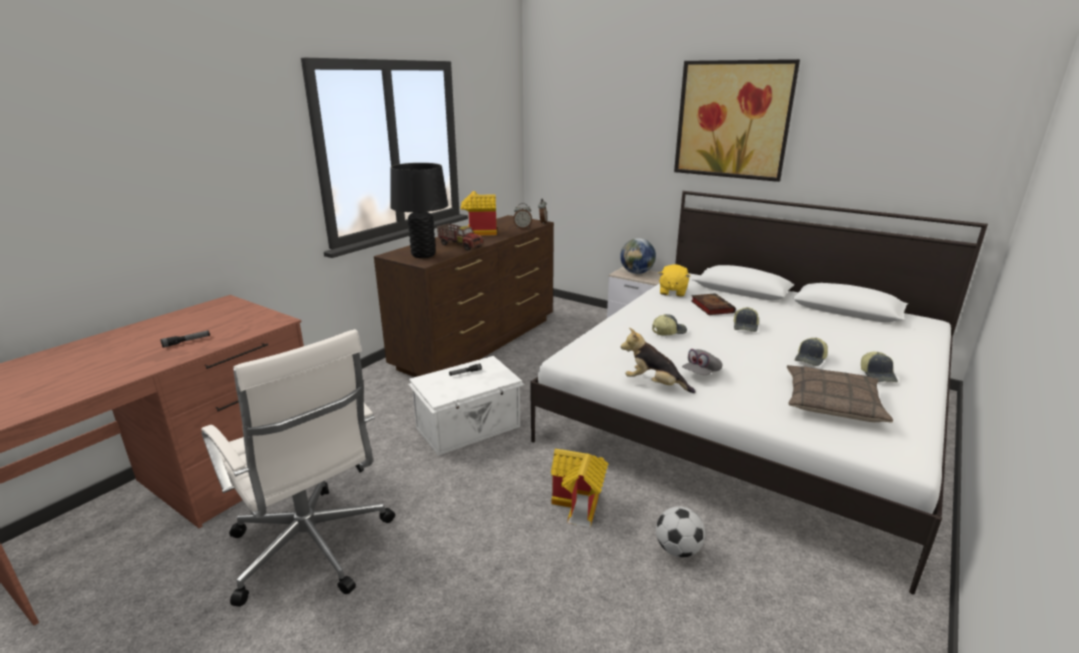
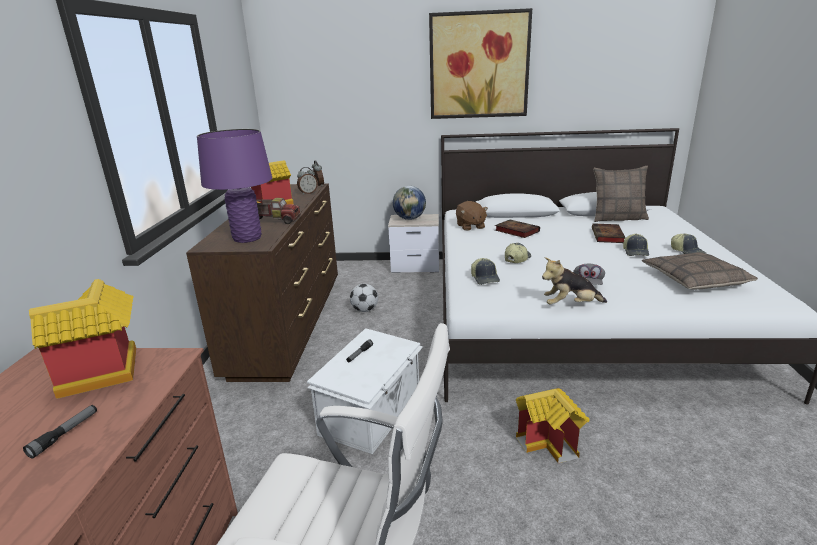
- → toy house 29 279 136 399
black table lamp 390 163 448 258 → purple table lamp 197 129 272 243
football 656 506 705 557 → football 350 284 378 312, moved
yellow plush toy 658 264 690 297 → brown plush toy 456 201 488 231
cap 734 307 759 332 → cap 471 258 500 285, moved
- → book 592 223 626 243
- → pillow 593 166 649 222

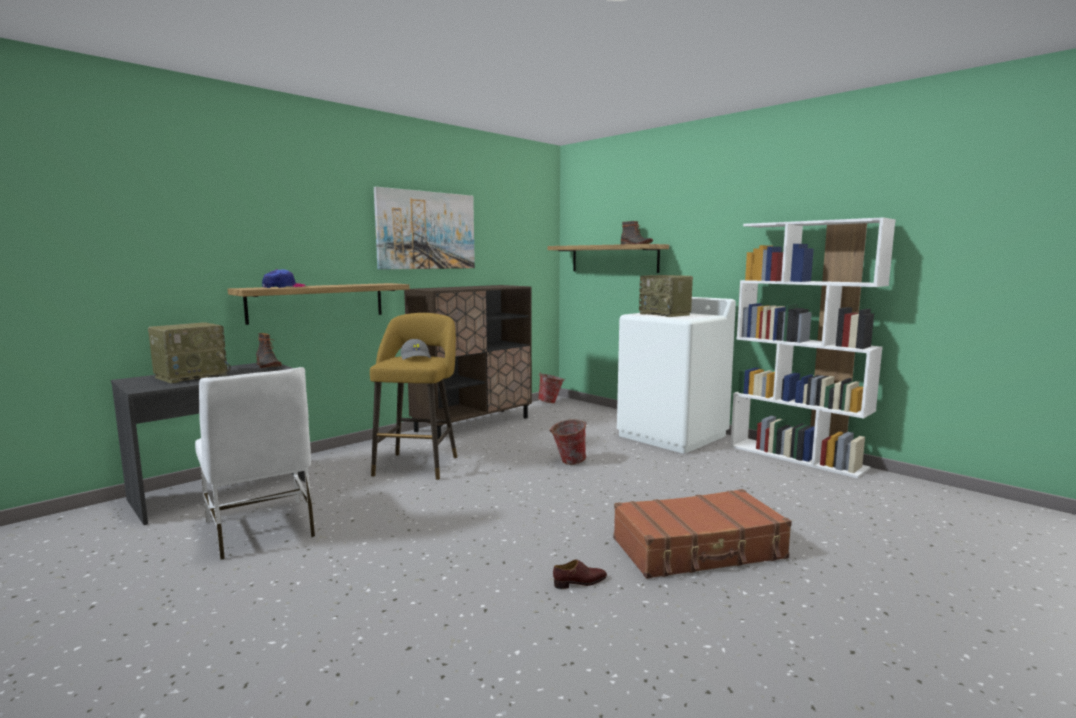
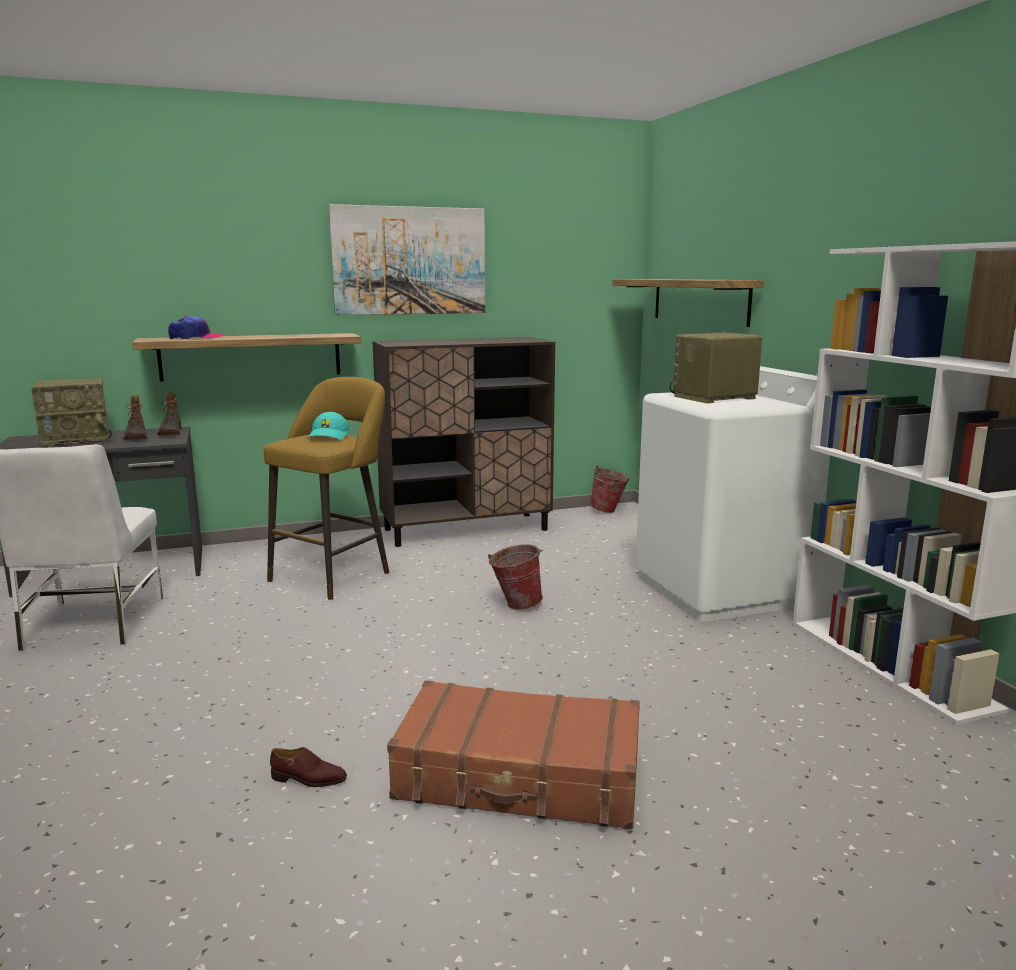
boot 621 221 653 244 → boot 123 396 147 440, moved
grey cap 401 339 431 360 → turquoise cap 307 412 349 440
radio 639 275 693 317 → radio 669 333 763 403, 75 degrees clockwise

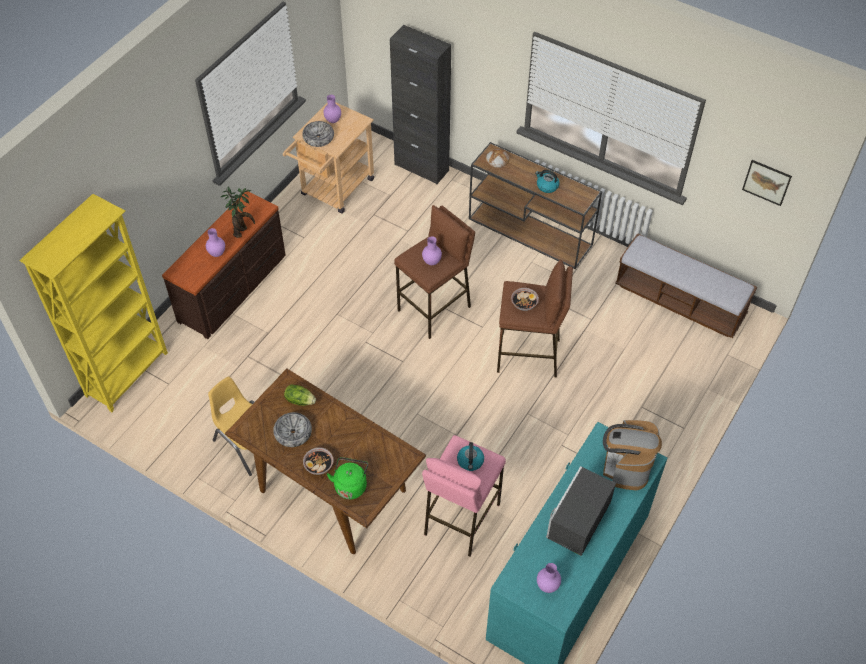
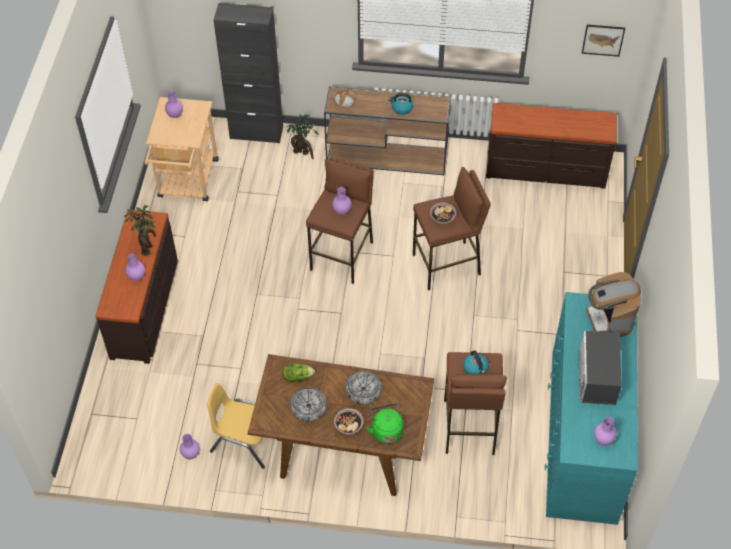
- → purple vase 180 434 200 459
- → potted plant 287 114 319 159
bowl 302 121 334 147 → bowl 345 371 382 404, moved
pink stool 422 435 506 557 → brown stool 444 352 507 455
bench 615 233 757 338 → brown dresser 486 103 617 189
yellow bookcase 19 194 168 412 → -

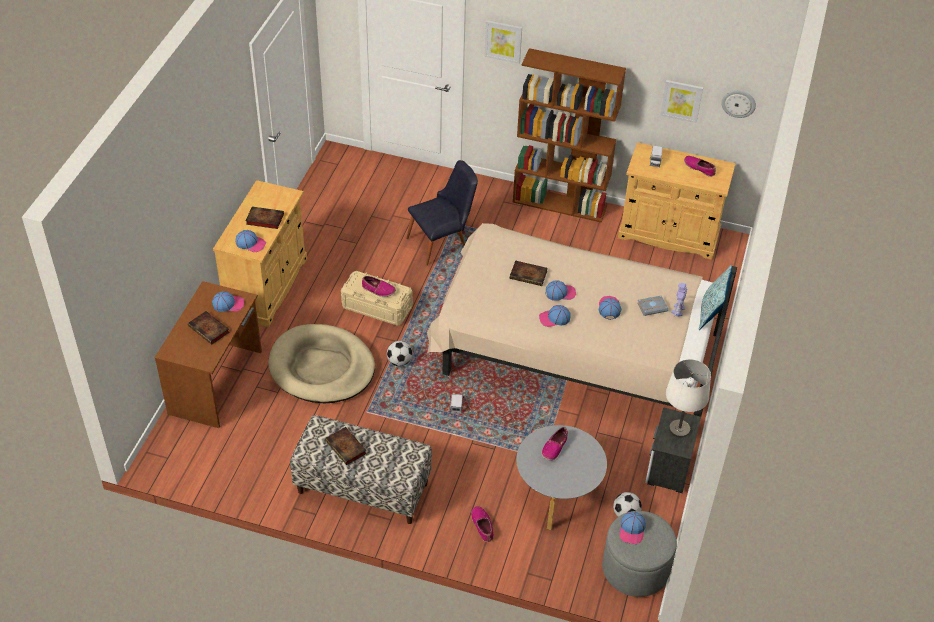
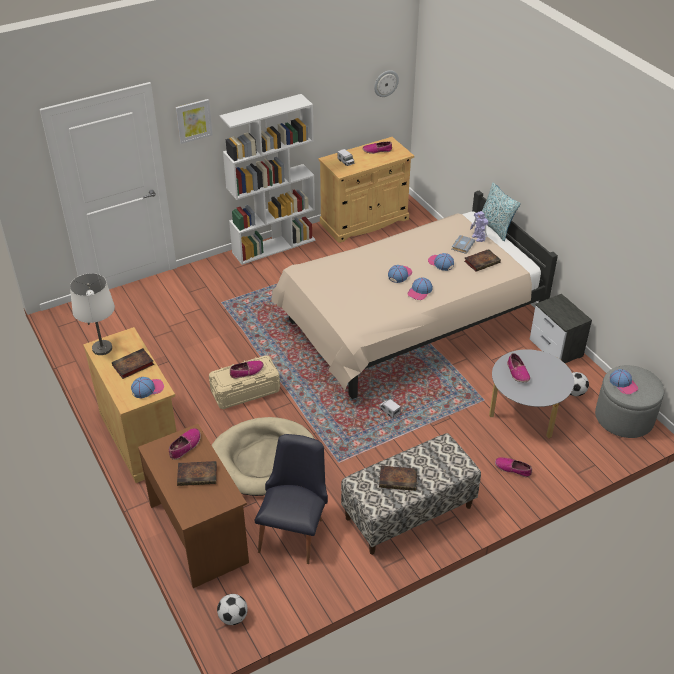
white table lamp 666 359 711 438 → white table lamp 70 273 115 355, moved
cap 212 291 244 312 → shoe 169 428 201 460
football 387 341 412 366 → football 217 594 248 625, moved
brown bookcase 513 48 626 222 → white bookcase 220 94 316 265
black chair 406 160 478 266 → black chair 254 434 328 564, moved
book 510 261 548 286 → book 464 249 501 272, moved
picture 660 80 703 123 → -

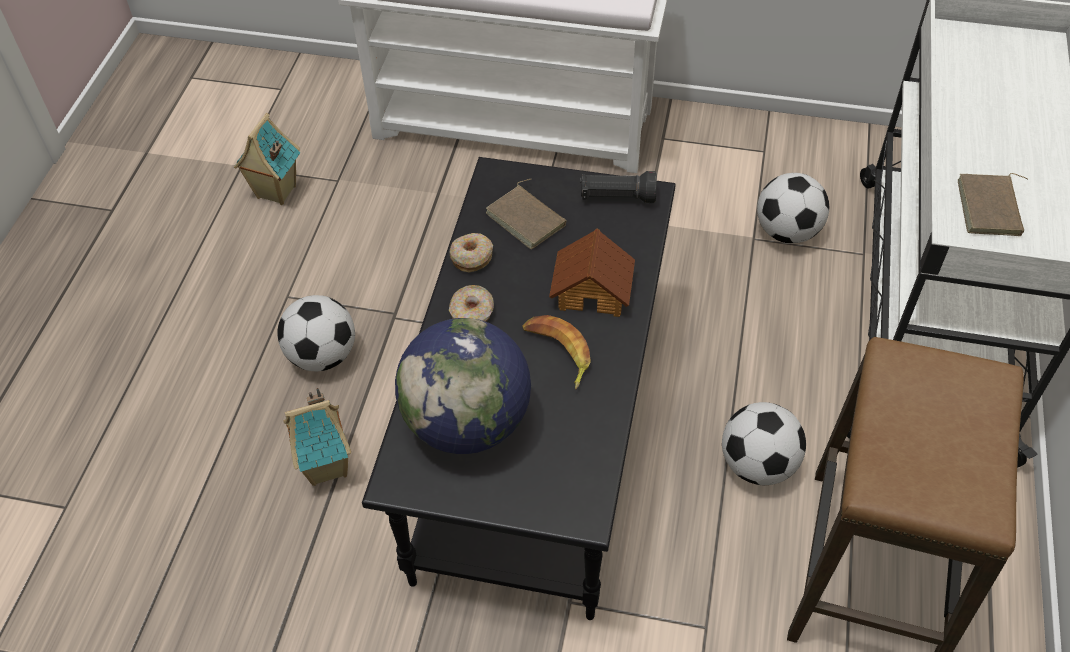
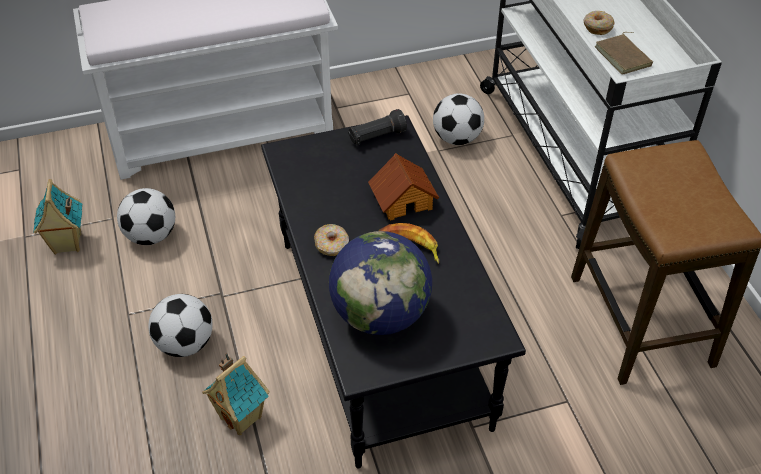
football 722 402 806 485 → football 117 188 175 245, moved
donut 450 233 493 273 → donut 583 11 615 35, moved
brown book 486 179 567 250 → -

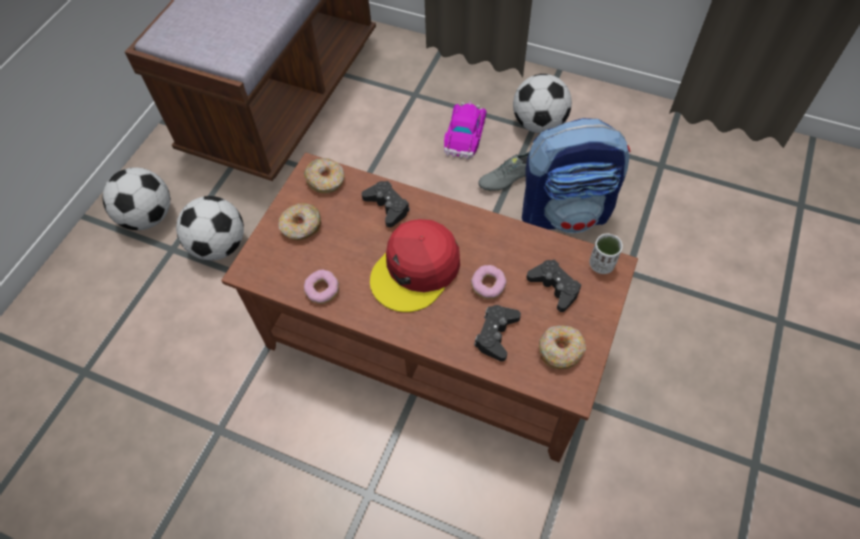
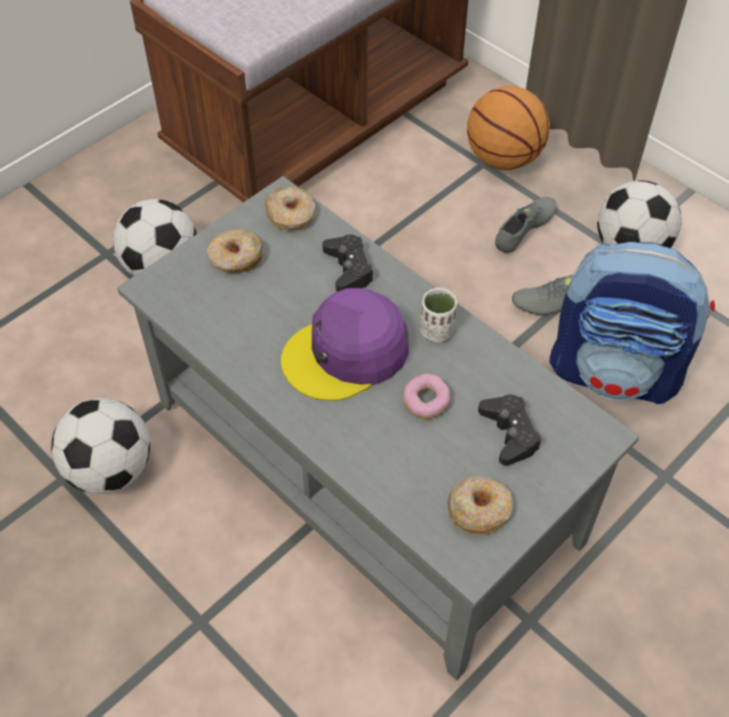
football 102 167 170 230 → football 51 398 150 494, moved
brown coffee table 221 153 638 462 → grey coffee table 117 176 639 680
red cap 370 219 460 312 → purple cap 281 288 409 401
white cup 589 233 623 274 → white cup 420 288 457 342, moved
- → basketball 467 86 550 170
toy car 444 100 487 160 → grey shoe 495 197 557 253
donut 304 270 339 304 → -
black game controller 474 305 521 361 → -

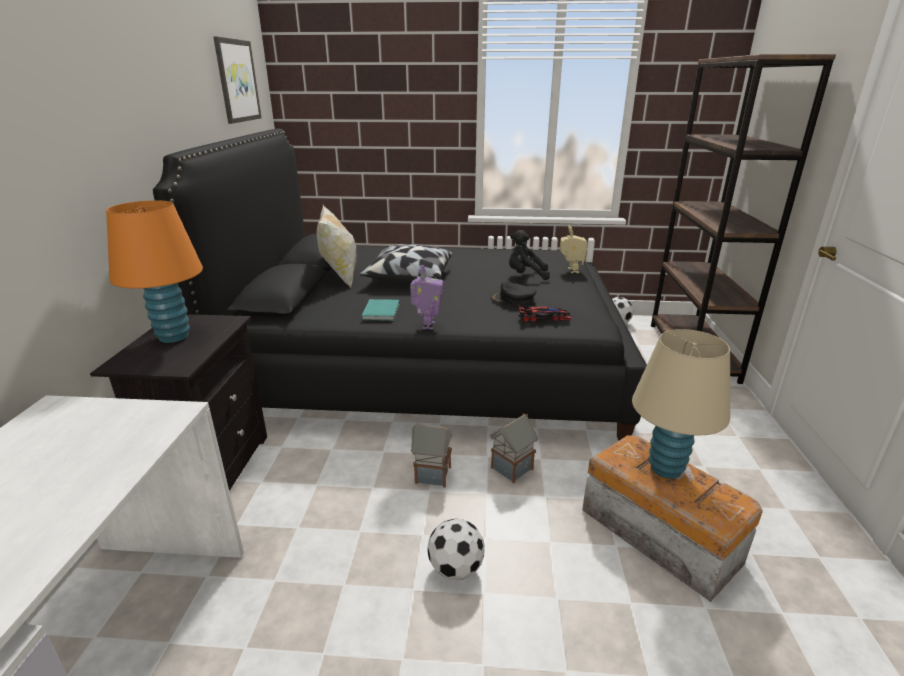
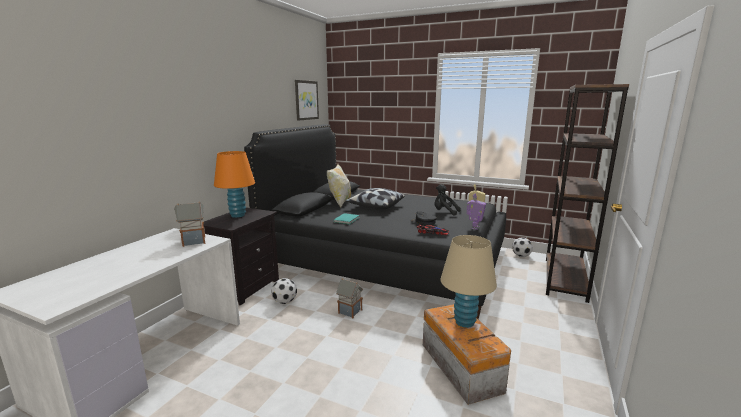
toy house 490 414 538 483 → toy house 174 202 205 247, moved
football 427 518 485 580 → football 271 278 297 304, moved
toy robot 410 265 443 330 → toy robot 467 193 486 230, moved

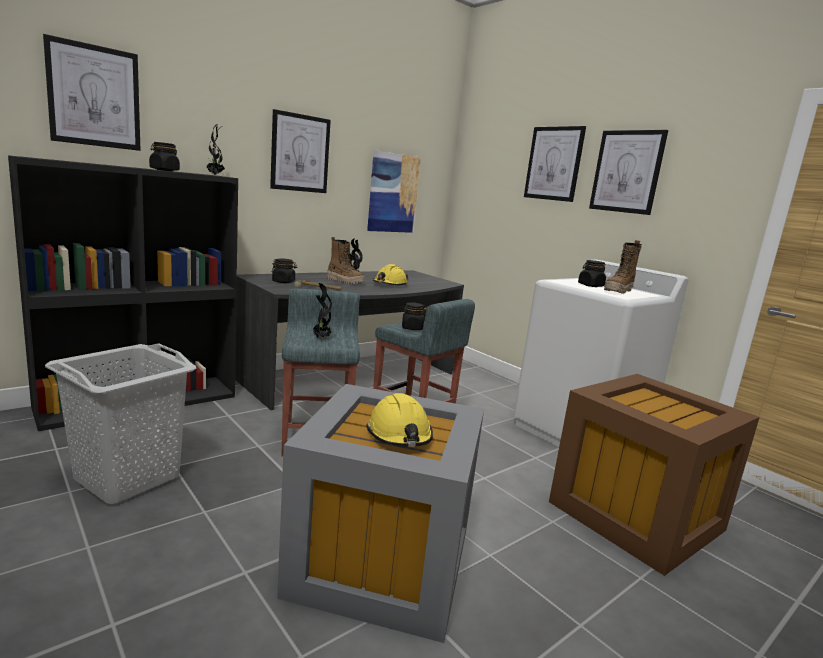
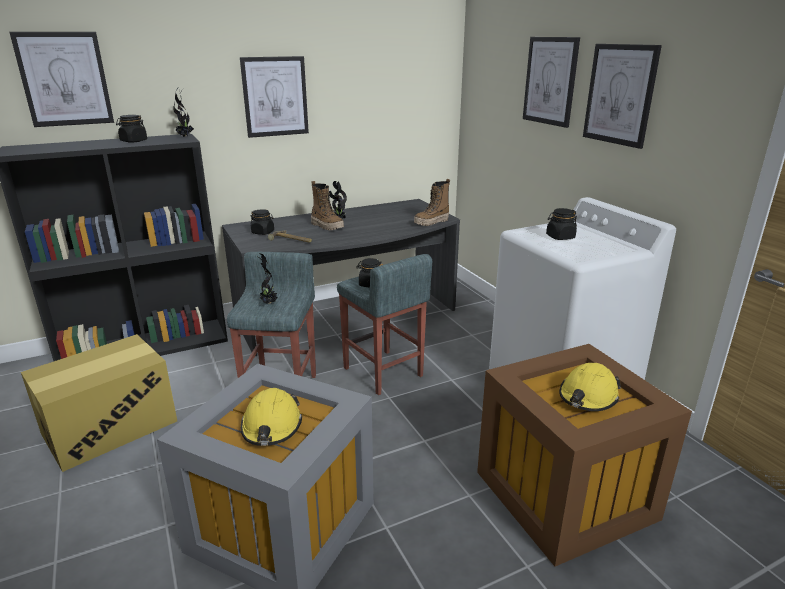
grey laundry basket 45 343 196 504 → cardboard box 21 334 177 472
boot 604 240 642 294 → boot 414 179 450 226, moved
yellow hard hat 373 264 408 286 → yellow hard hat 559 363 621 411, moved
picture 367 150 421 233 → -

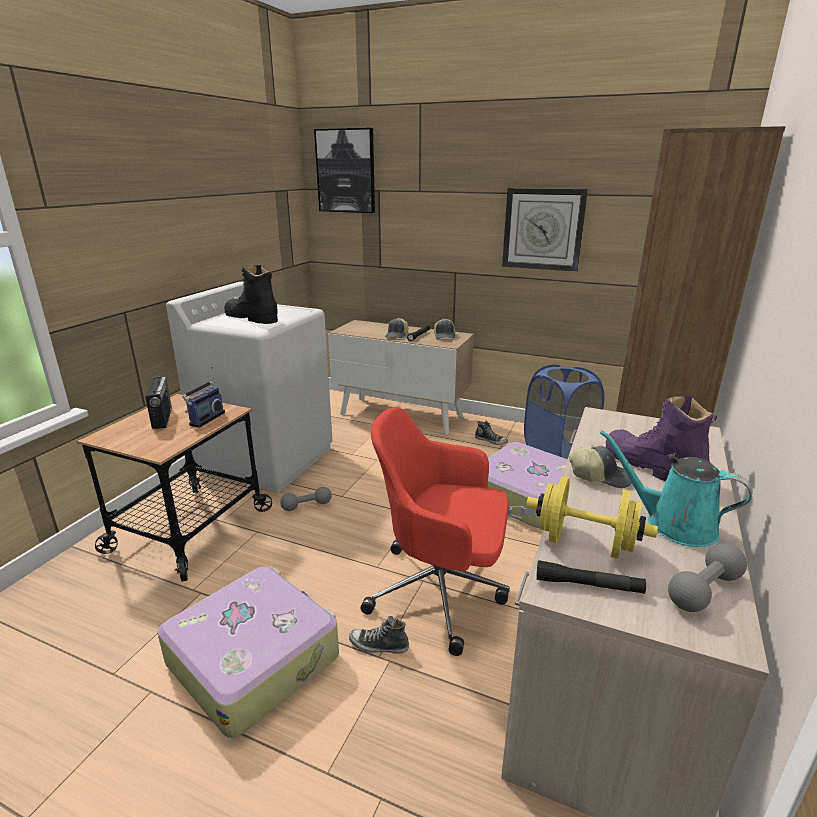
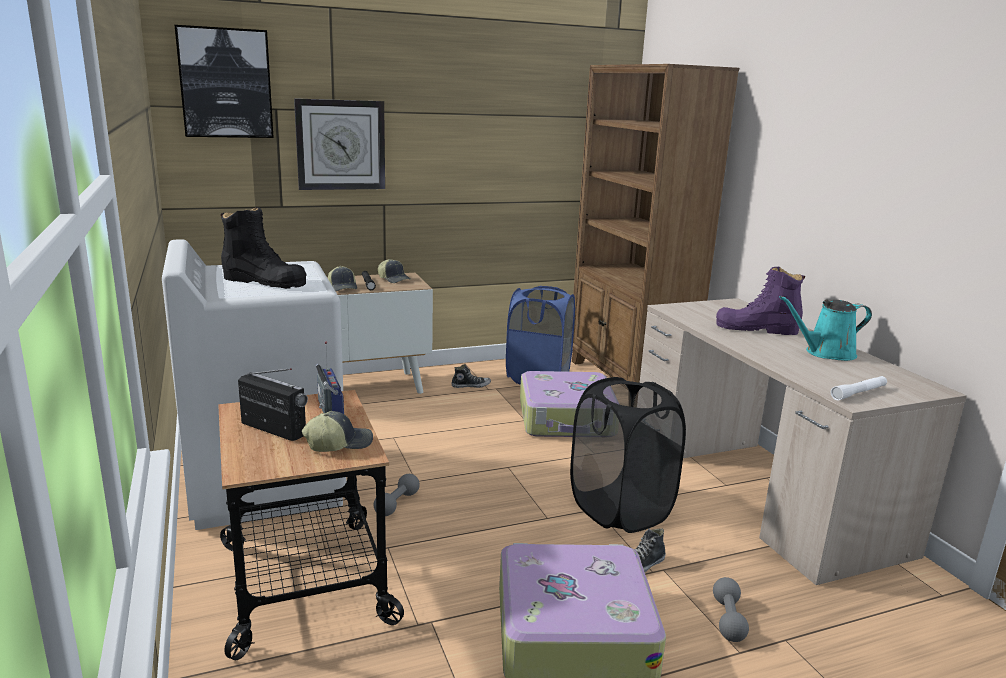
black boot 224 265 278 324 → black boot 221 207 307 289, 150 degrees counterclockwise
wall clock 502 188 588 272 → wall clock 294 98 385 190, moved
cap 569 445 632 488 → cap 302 411 373 452, moved
red office chair 361 407 510 656 → black laundry basket 570 377 686 533
grey dumbbell 668 543 747 612 → grey dumbbell 713 577 749 642, moved
black flashlight 536 560 646 594 → white flashlight 831 376 887 401
yellow dumbbell 526 476 658 559 → -

